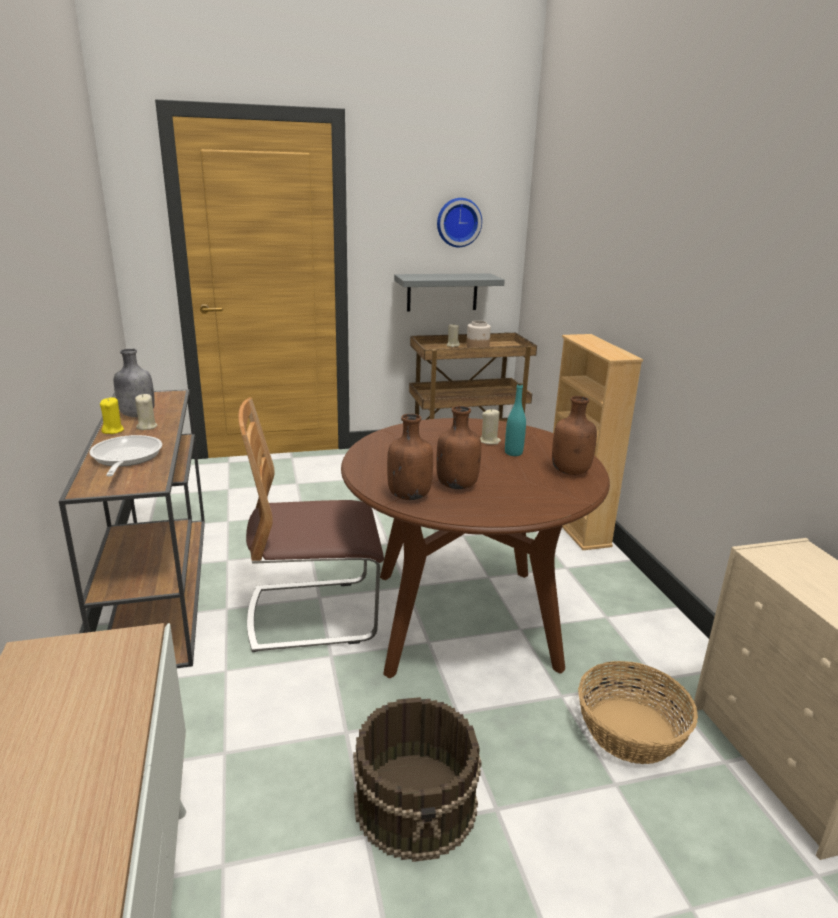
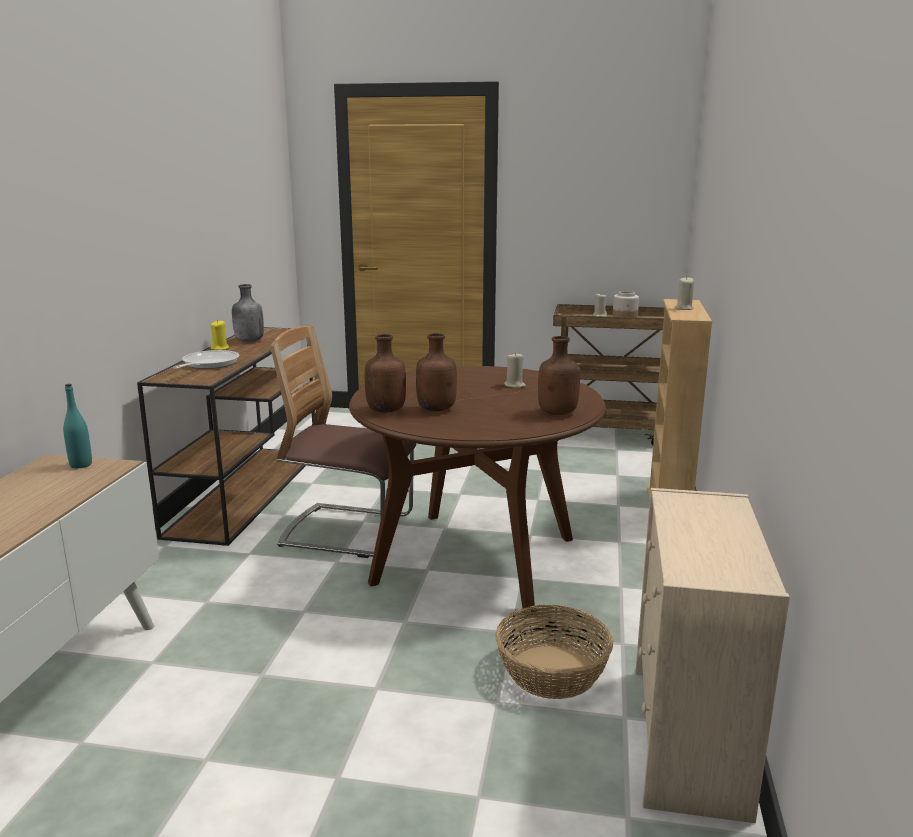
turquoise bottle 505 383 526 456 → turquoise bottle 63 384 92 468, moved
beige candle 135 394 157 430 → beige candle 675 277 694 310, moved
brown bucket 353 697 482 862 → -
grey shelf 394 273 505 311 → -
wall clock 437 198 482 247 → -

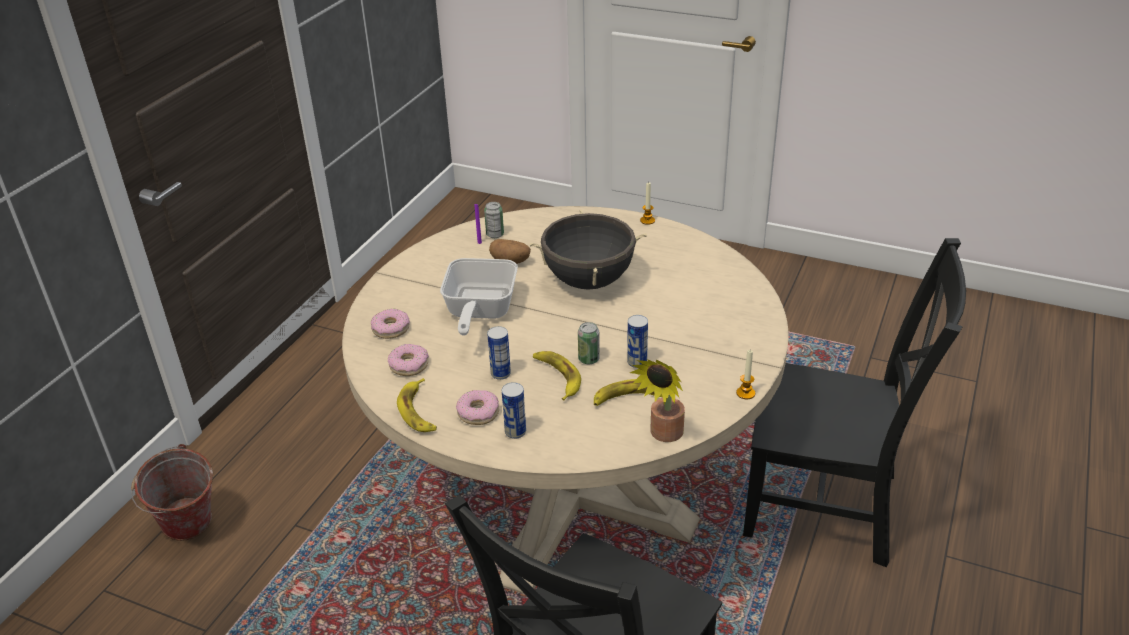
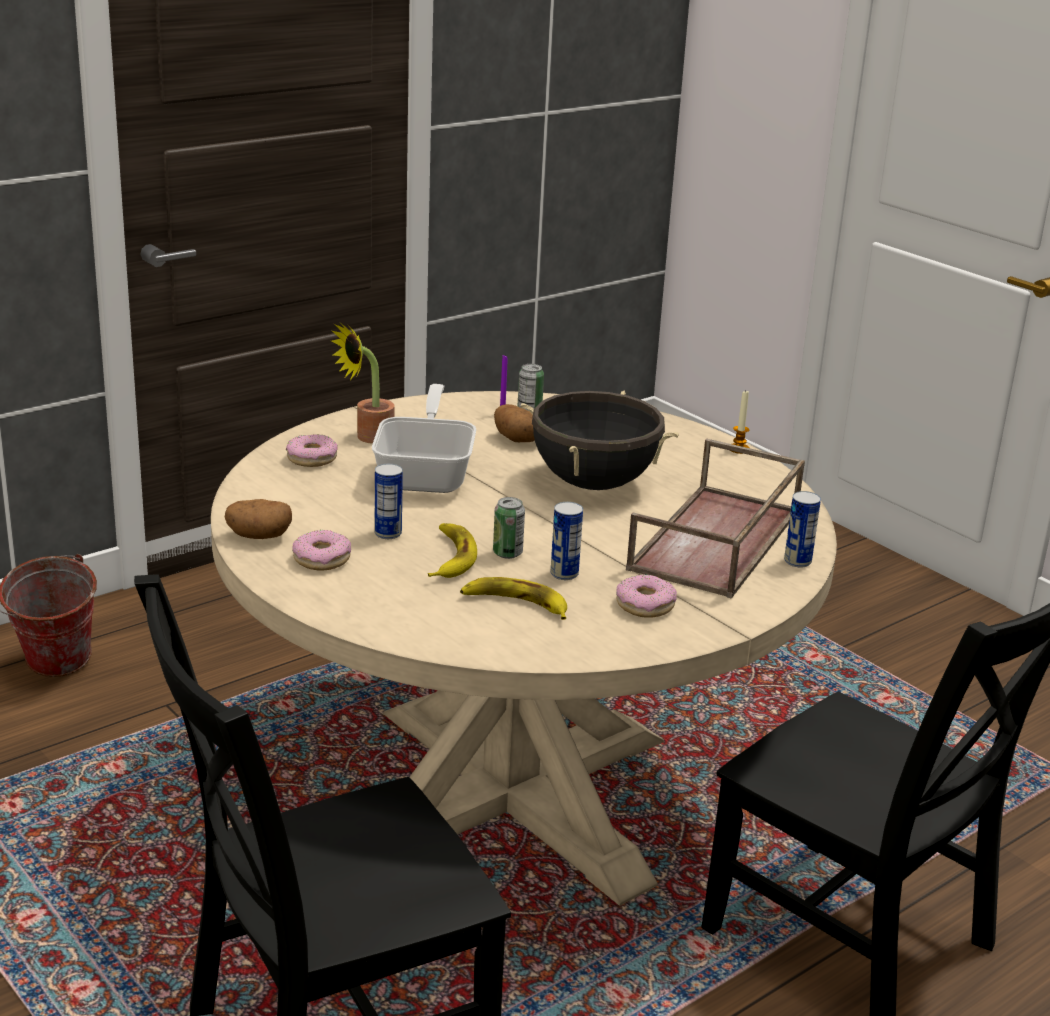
banana 397 378 437 432 → potato 225 499 292 539
potted plant 630 359 685 442 → potted plant 331 323 394 444, moved
frying pan 440 258 518 336 → frying pan 372 384 476 493, 150 degrees clockwise
donut 388 344 429 376 → donut 616 575 677 618, moved
- → brown tray 626 439 805 599
can 502 382 526 439 → can 784 491 821 567, moved
candle 736 350 755 399 → -

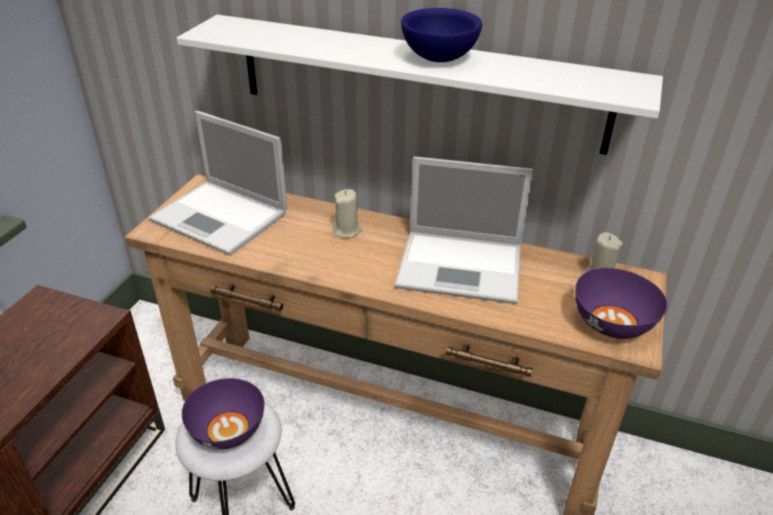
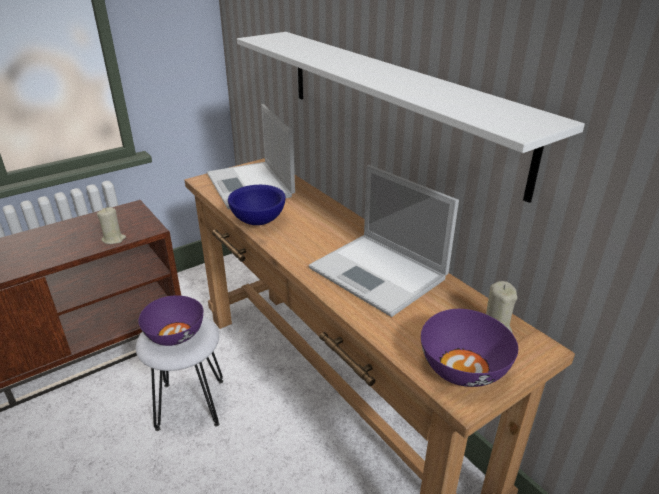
beige candle 332 189 362 238 → beige candle 97 207 126 244, moved
blue bowl 401 8 482 62 → blue bowl 228 185 286 225, moved

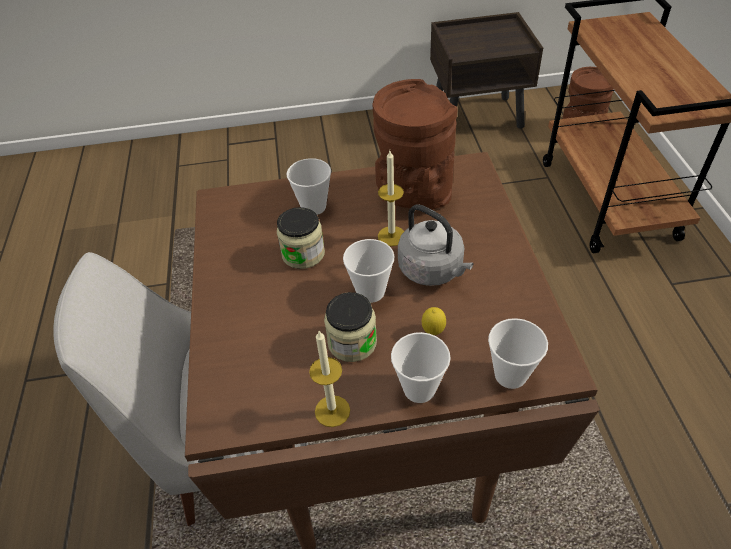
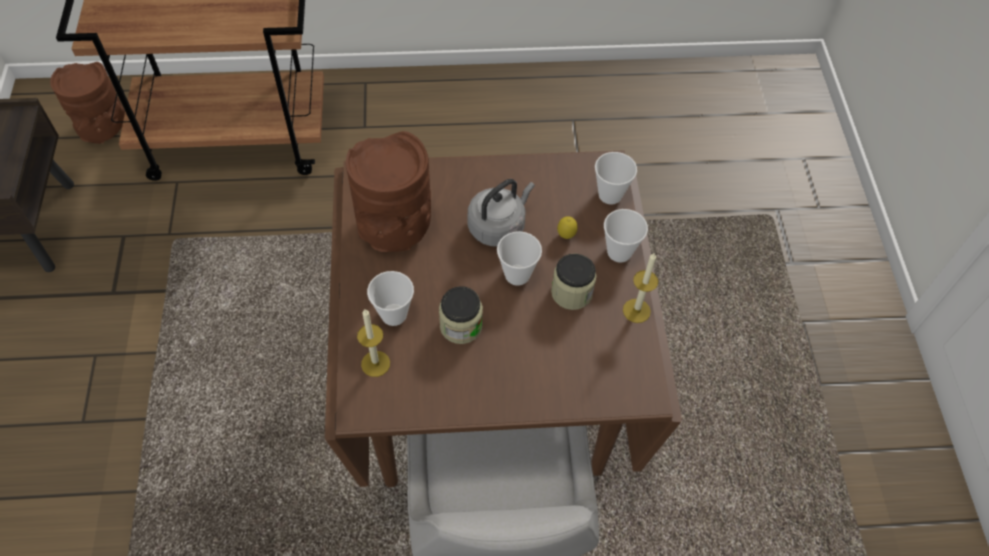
candle 378 151 404 246 → candle 357 309 390 377, moved

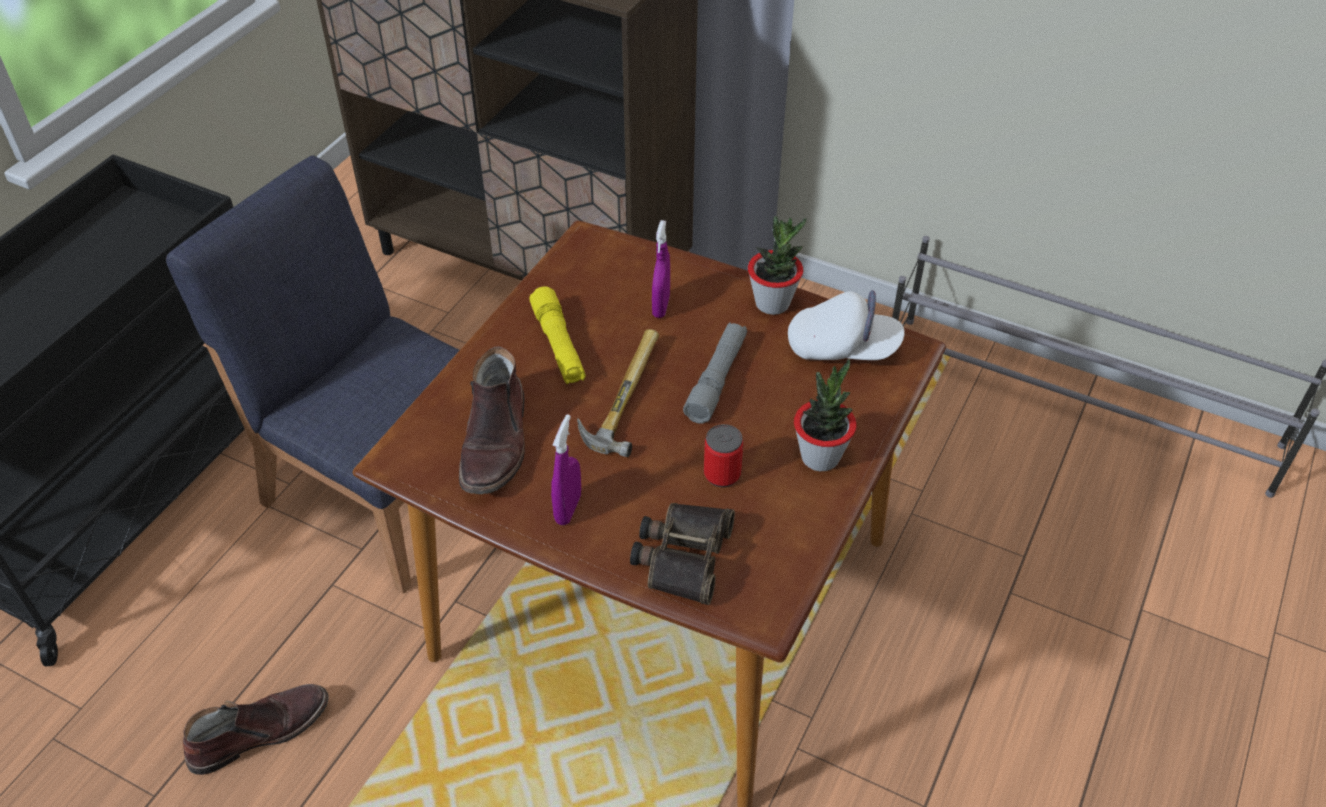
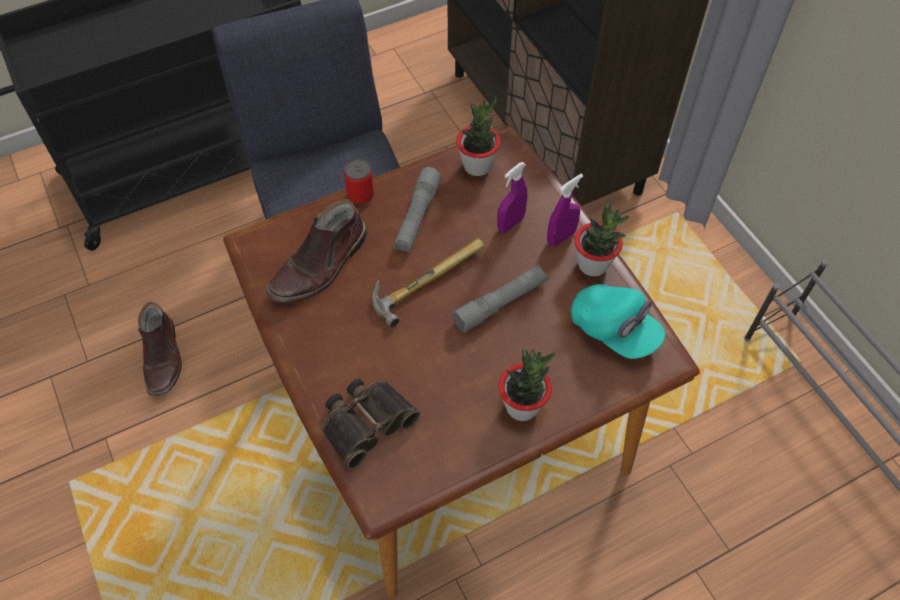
brown boot 183 684 328 775 → brown boot 138 302 182 397, 75 degrees clockwise
can 704 424 743 487 → can 344 159 374 204, moved
yellow flashlight 529 286 586 384 → grey flashlight 393 167 442 253
- → potted plant 456 96 501 176
purple spray bottle 551 414 581 525 → purple spray bottle 547 174 583 247, moved
white cap 788 290 905 360 → turquoise cap 571 284 665 359

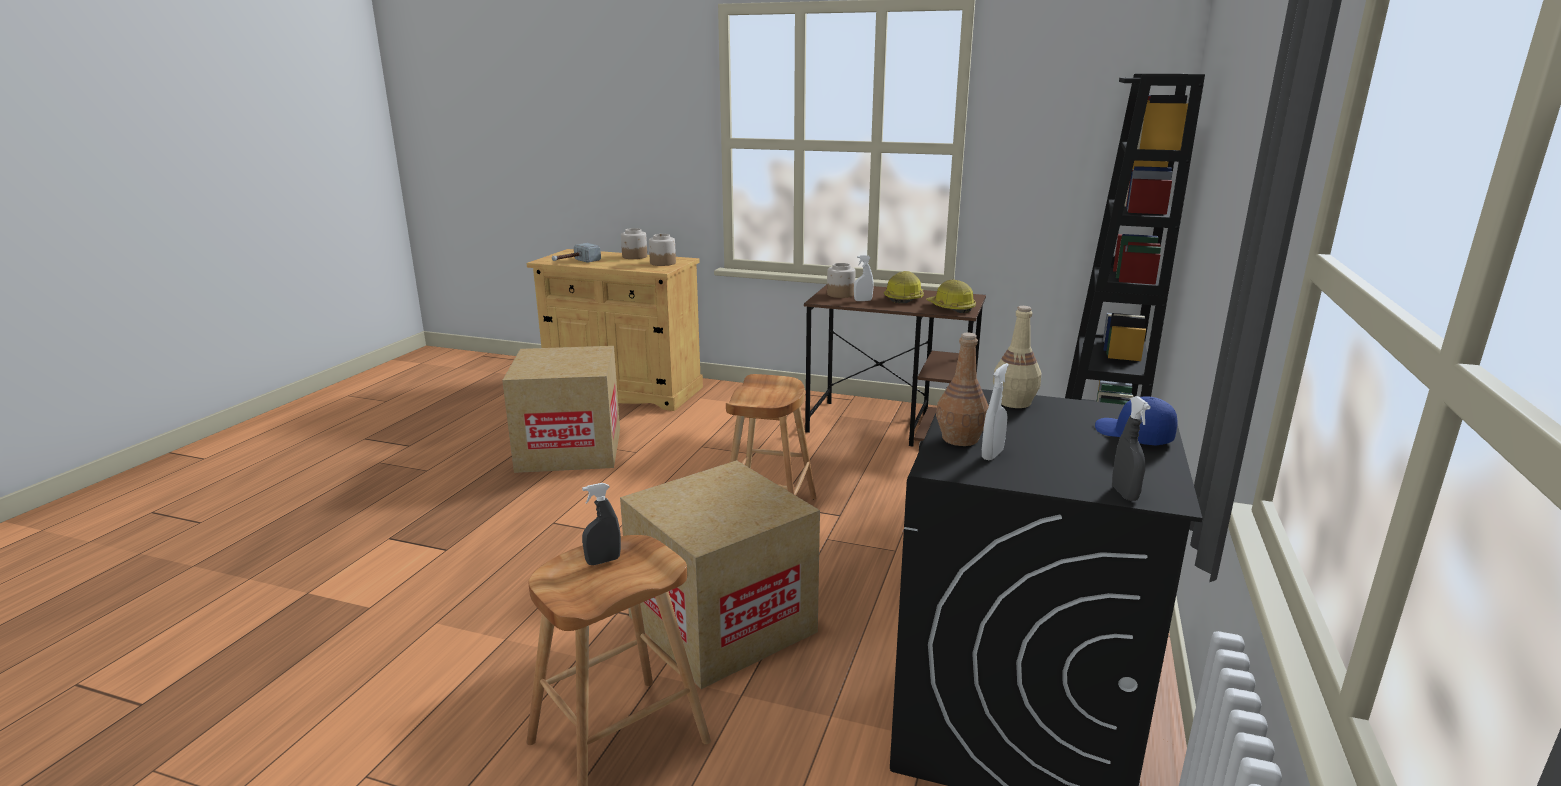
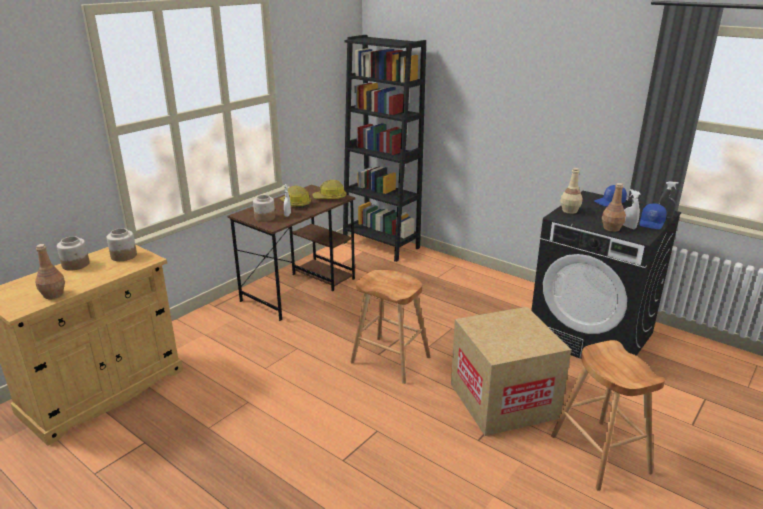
hammer 552 243 601 263 → brown bottle 35 244 65 299
- → blue cap 639 203 667 229
cardboard box 502 346 620 473 → -
grey spray bottle 582 483 621 565 → -

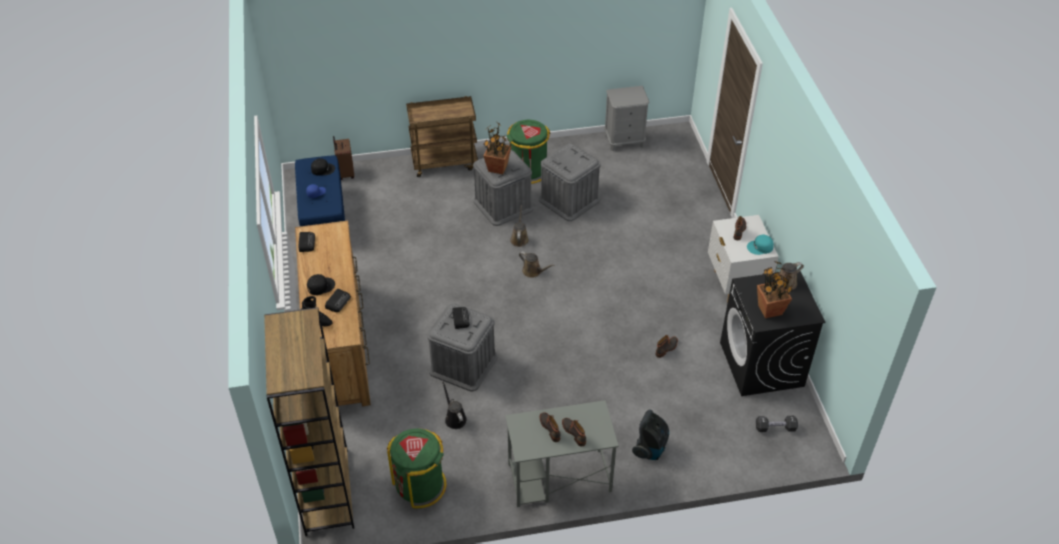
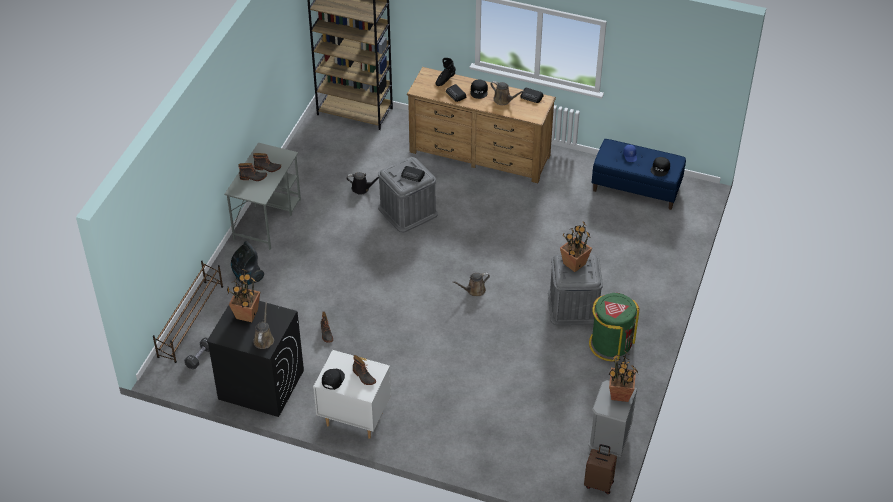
- → brown shoe rack 153 261 223 363
turquoise cap 747 234 774 255 → black cap 322 369 345 390
brown watering can 510 205 529 247 → brown watering can 490 81 525 105, moved
brown suitcase 333 136 354 180 → brown suitcase 584 444 617 494, moved
- → potted plant 608 350 638 402
green trash can 387 429 446 508 → -
brown cart 406 96 478 177 → -
grey storage box 539 144 601 221 → -

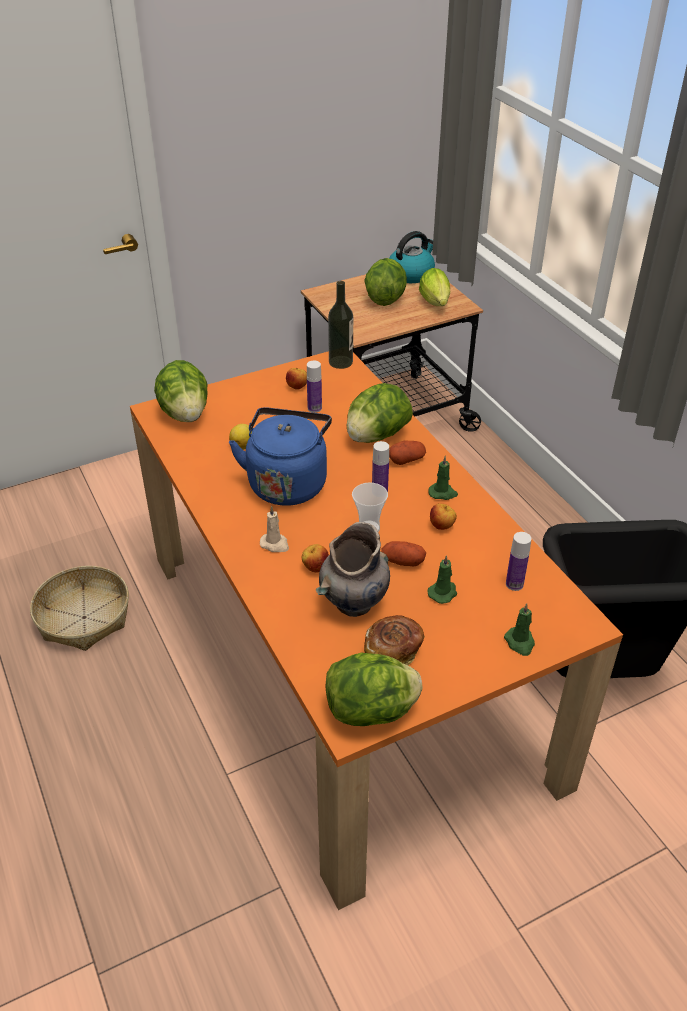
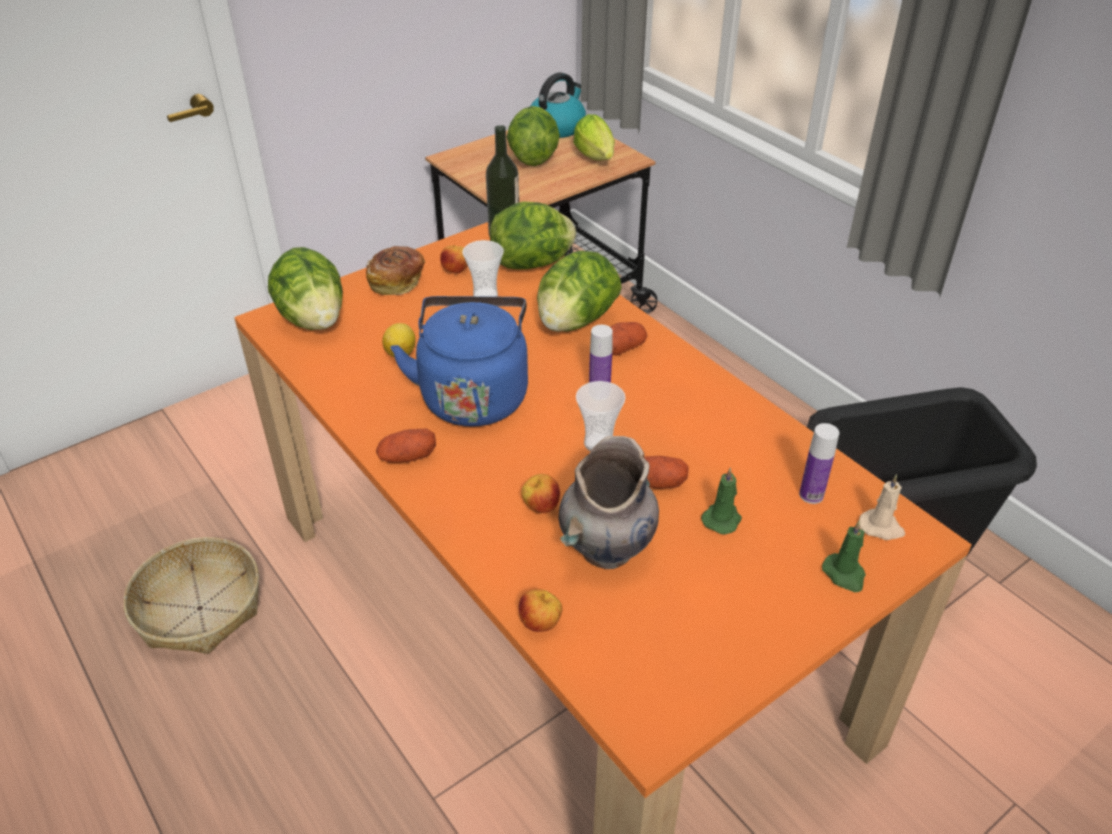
bread 364 615 425 666 → bread 366 246 425 295, moved
- → potato 376 429 436 463
bottle 307 361 322 413 → cup 462 240 504 297
lettuce 325 653 422 726 → lettuce 490 201 576 270, moved
apple 430 503 457 530 → apple 519 589 562 632, moved
beige candle 260 506 289 552 → beige candle 859 474 905 540, moved
green candle 428 456 458 500 → -

